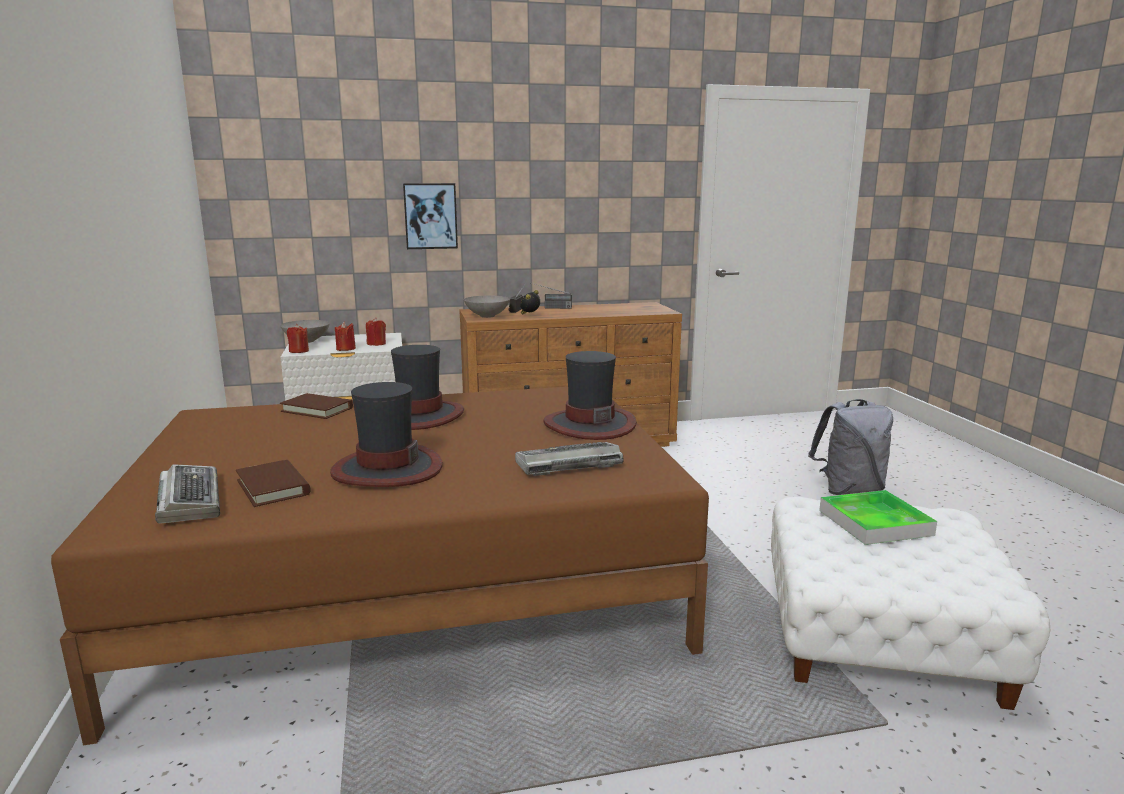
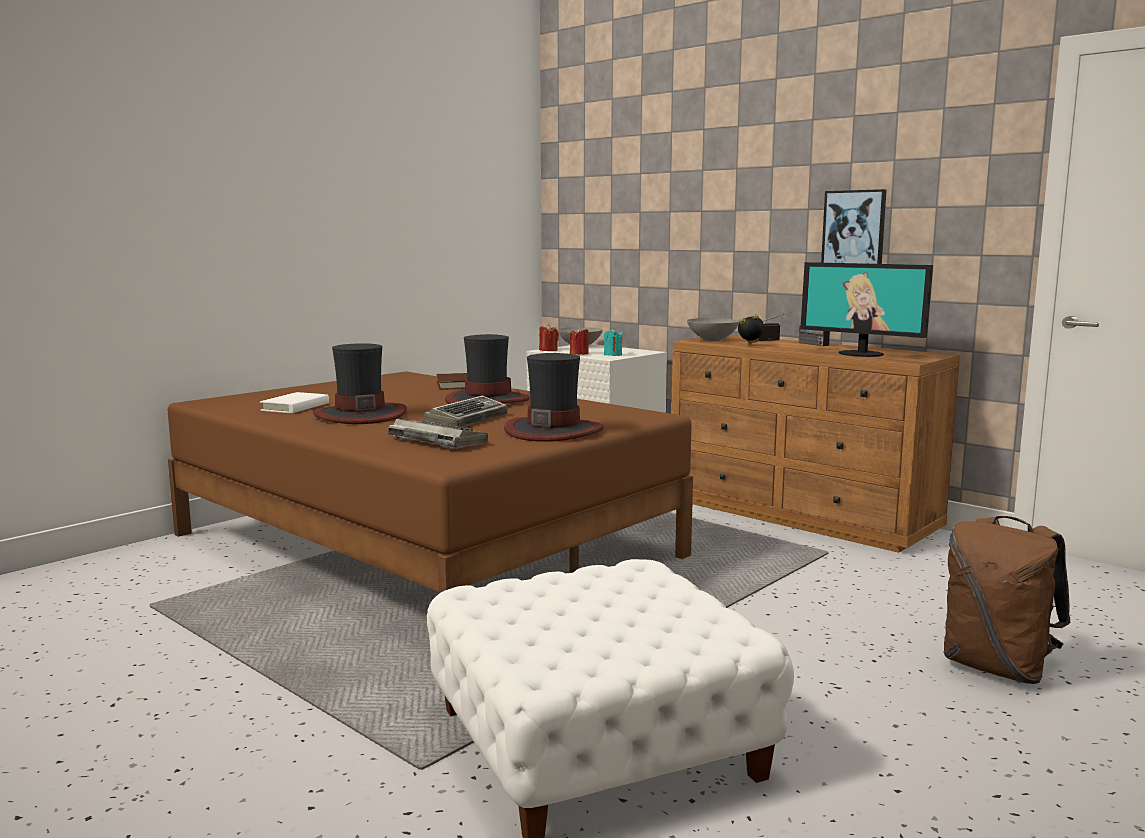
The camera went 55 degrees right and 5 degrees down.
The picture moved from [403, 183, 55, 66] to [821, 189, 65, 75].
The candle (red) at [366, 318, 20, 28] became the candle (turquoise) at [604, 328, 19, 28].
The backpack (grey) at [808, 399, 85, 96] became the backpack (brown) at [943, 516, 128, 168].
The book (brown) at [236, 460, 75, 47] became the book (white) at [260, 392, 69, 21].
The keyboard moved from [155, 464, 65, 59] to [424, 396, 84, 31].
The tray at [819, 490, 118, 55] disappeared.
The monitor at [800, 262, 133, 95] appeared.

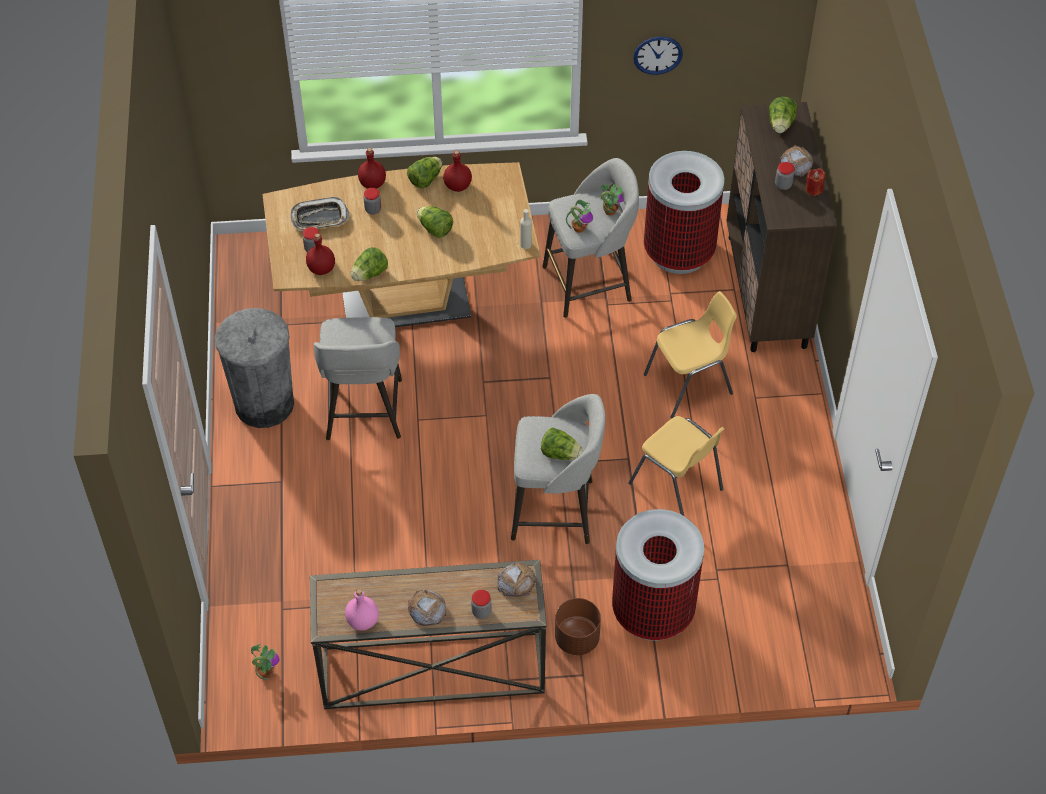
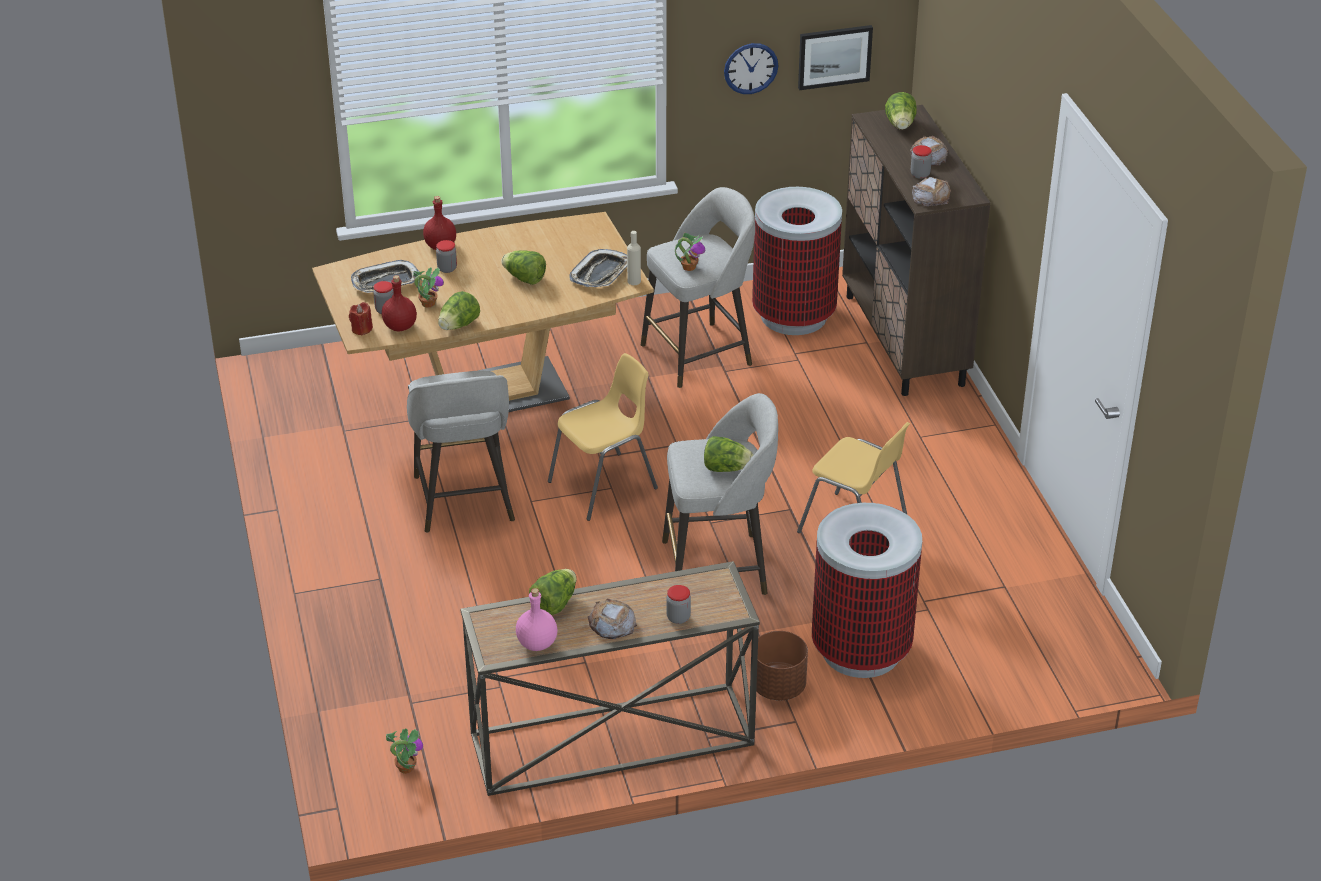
The camera went 10 degrees left and 15 degrees down.
The bottle (red) at [443, 150, 29, 42] disappeared.
The lettuce moved from [407, 157, 35, 31] to [529, 569, 48, 46].
The candle (red) moved from [806, 168, 19, 28] to [349, 302, 24, 33].
The potted plant moved from [601, 184, 23, 31] to [413, 267, 31, 40].
The chair (yellow) moved from [644, 291, 93, 128] to [548, 353, 110, 168].
The trash can (grey) at [215, 308, 79, 120] disappeared.
The bread moved from [498, 563, 39, 34] to [912, 177, 39, 29].
The picture at [798, 25, 75, 65] appeared.
The tray at [569, 249, 58, 38] appeared.

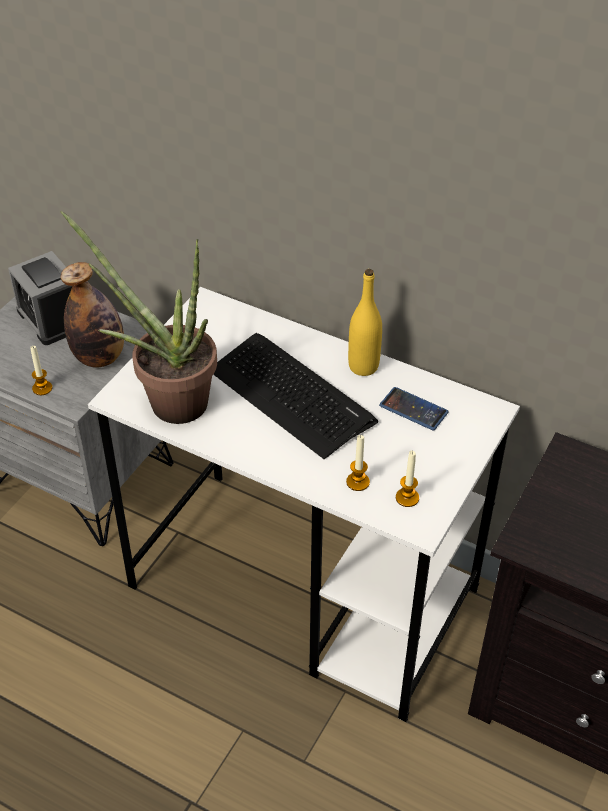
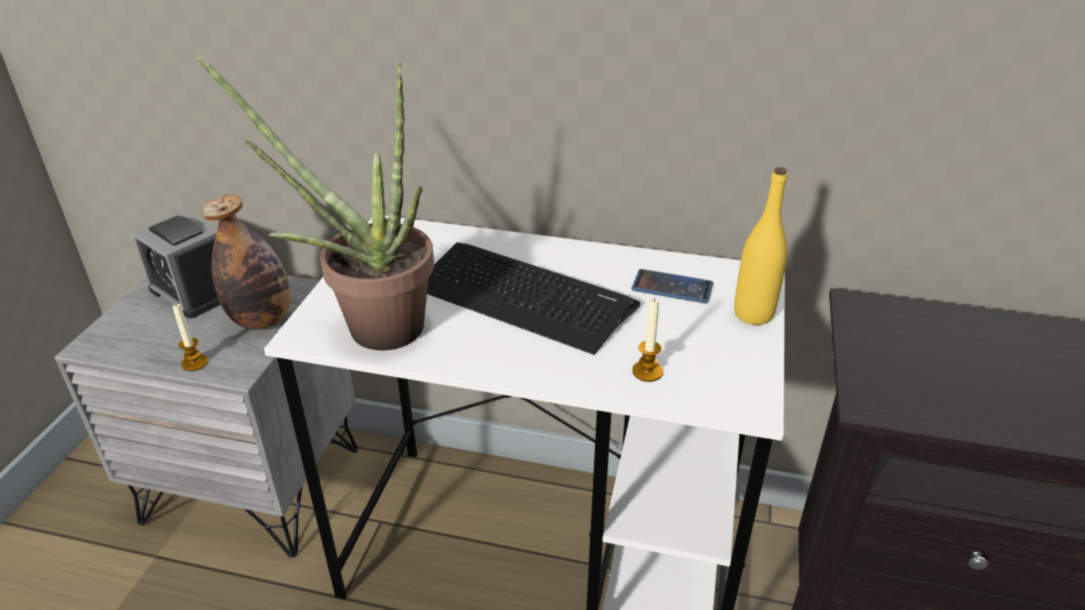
The camera went 15 degrees left and 10 degrees down.
The bottle (yellow) moved from [348, 269, 34, 107] to [734, 167, 54, 158].
The candle at [396, 450, 23, 57] disappeared.

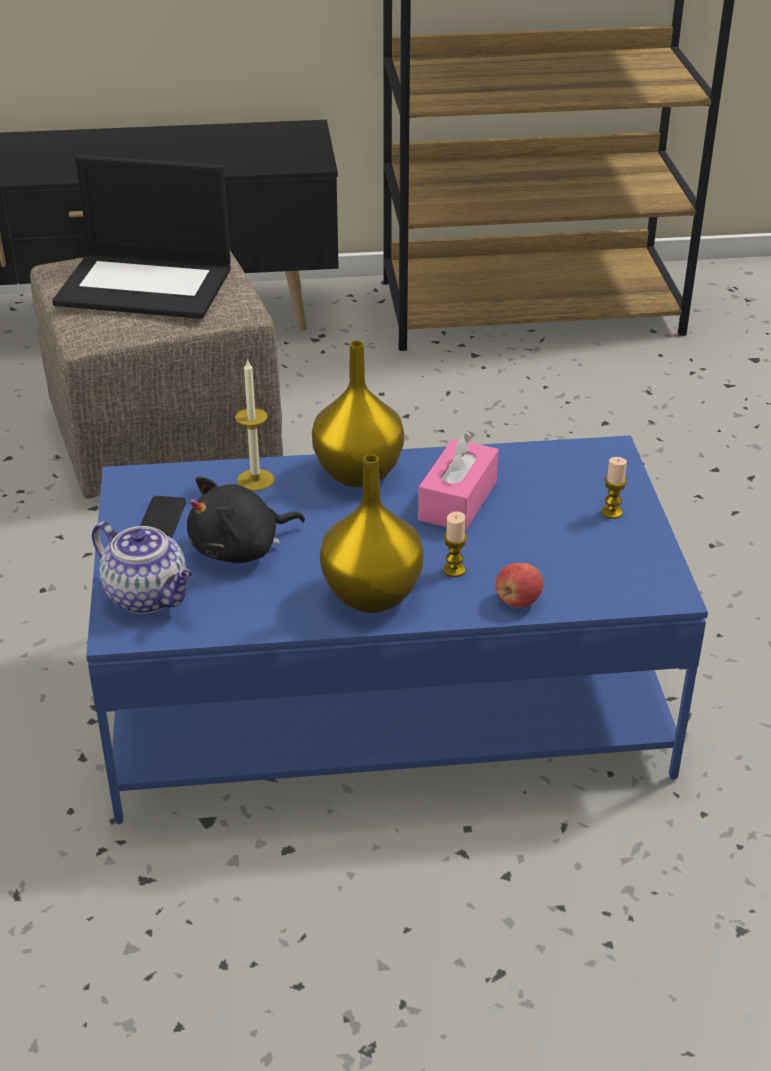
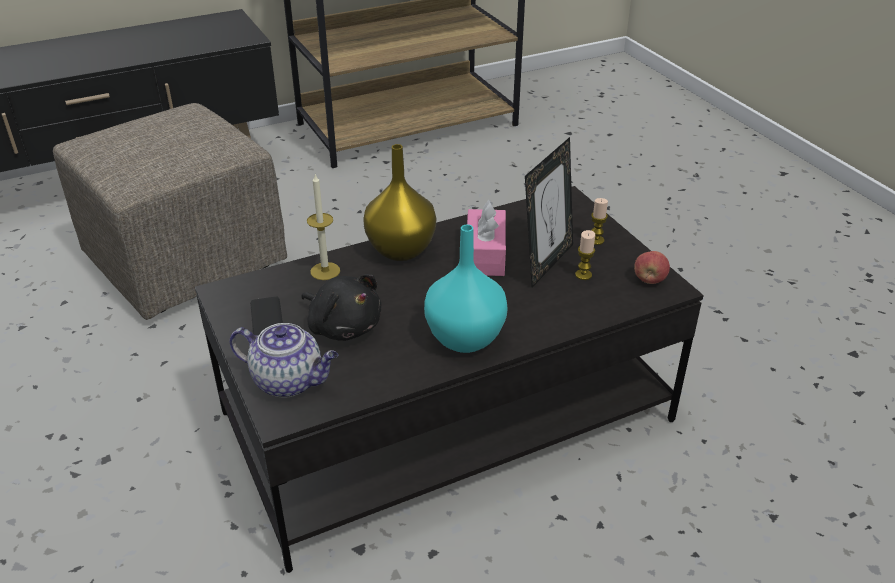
The camera went 20 degrees left and 0 degrees up.
The laptop at [52, 155, 179, 164] disappeared.
The coffee table (blue) at [86, 435, 622, 389] became the coffee table (black) at [195, 186, 509, 387].
The vase (yellow) at [320, 454, 104, 159] became the vase (turquoise) at [424, 225, 84, 128].
The plush toy (black) at [187, 477, 118, 86] turned 90 degrees counterclockwise.
The candle moved from [443, 511, 24, 66] to [575, 230, 20, 50].
The apple moved from [495, 563, 48, 45] to [634, 251, 36, 33].
The picture frame at [525, 137, 48, 150] appeared.

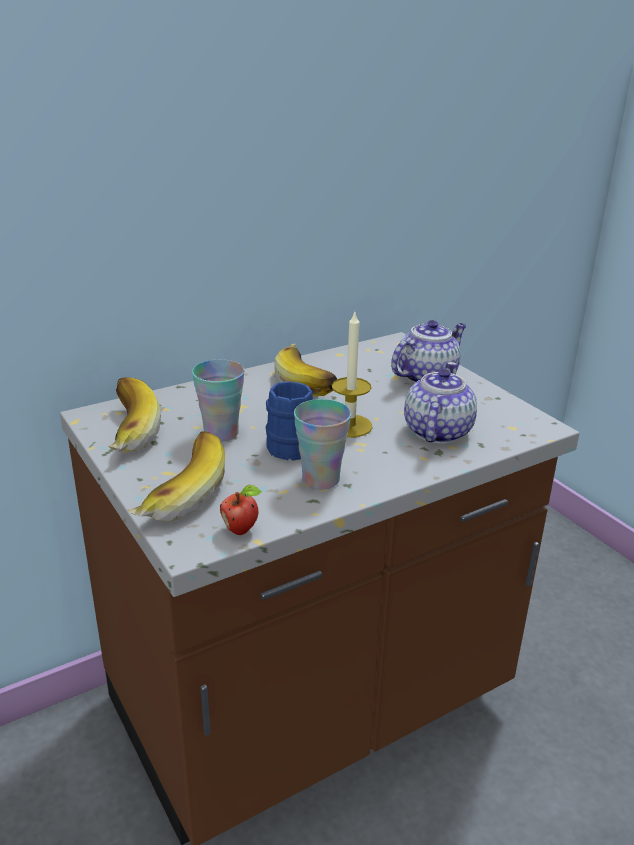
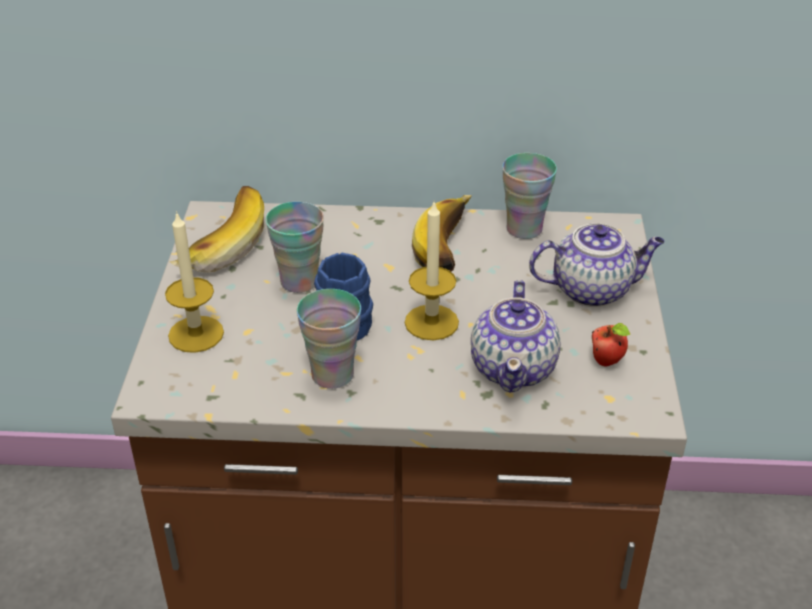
The camera went 35 degrees right and 10 degrees up.
The teapot at [404, 362, 73, 82] turned 135 degrees clockwise.
The banana at [127, 431, 98, 90] was replaced by the candle at [165, 211, 59, 142].
The apple moved from [220, 485, 42, 50] to [592, 323, 38, 43].
The cup at [502, 153, 55, 86] appeared.

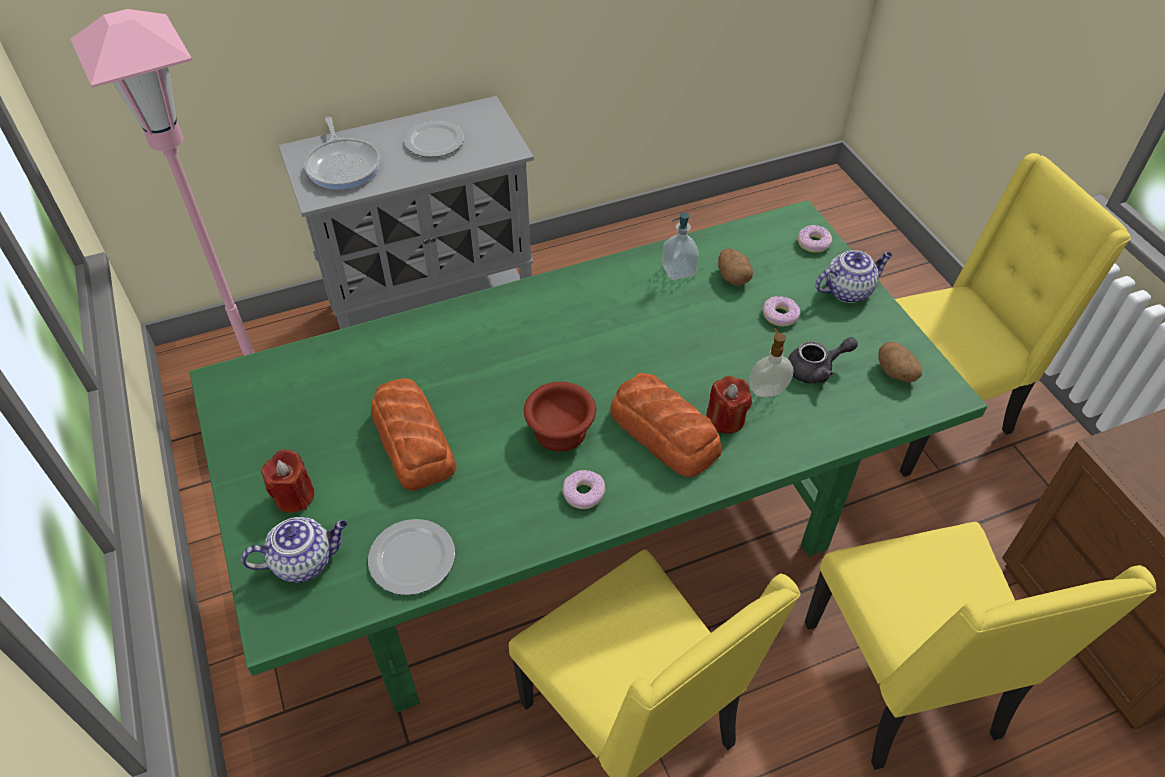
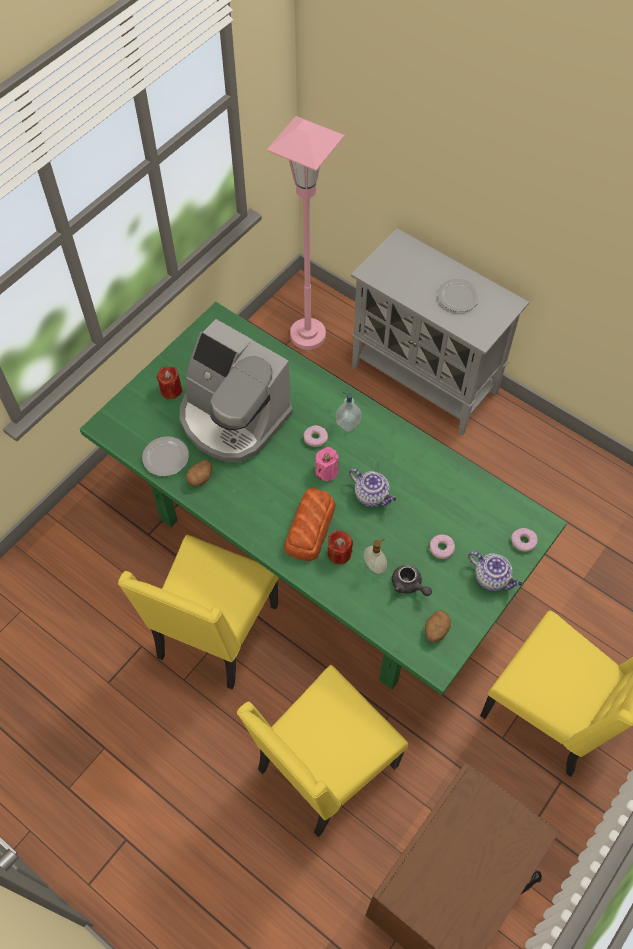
The camera went 60 degrees right and 10 degrees up.
The frying pan at [304, 117, 76, 73] disappeared.
The soap dispenser moved from [662, 212, 37, 68] to [336, 392, 25, 40].
The potato moved from [718, 248, 36, 38] to [186, 460, 26, 26].
The bread at [371, 378, 86, 113] was replaced by the coffee machine at [180, 319, 112, 143].
The bowl (brown) at [524, 382, 72, 70] disappeared.
The donut moved from [562, 470, 44, 39] to [303, 425, 25, 22].
The teapot moved from [241, 517, 106, 66] to [349, 468, 48, 39].
The candle (pink) at [315, 447, 24, 34] appeared.

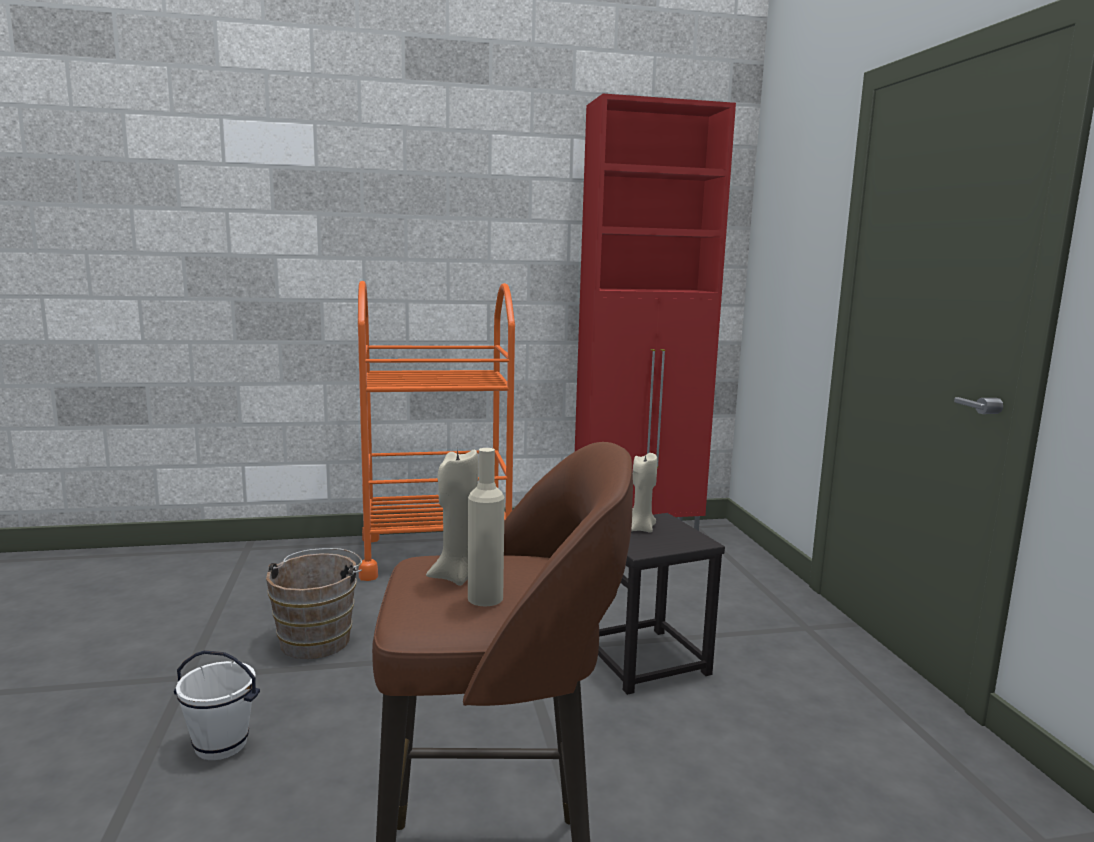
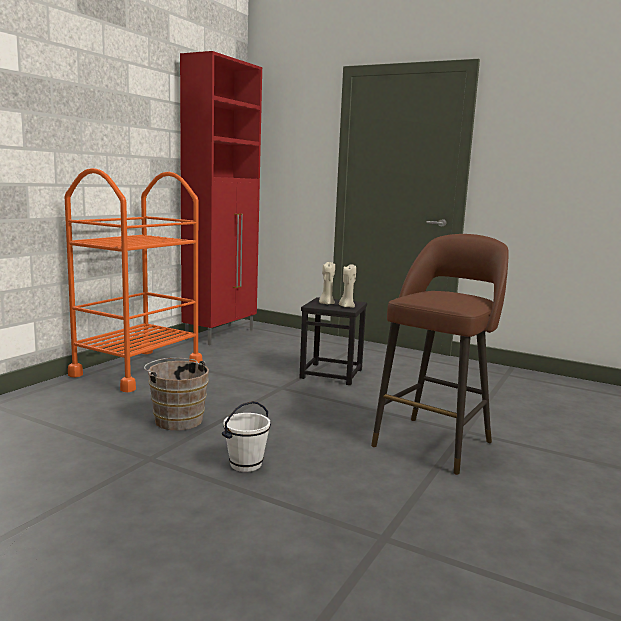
The camera went 50 degrees left and 0 degrees up.
The candle (beige) moved from [426, 448, 53, 138] to [339, 264, 17, 44].
The bottle (beige) at [468, 448, 37, 158] disappeared.

